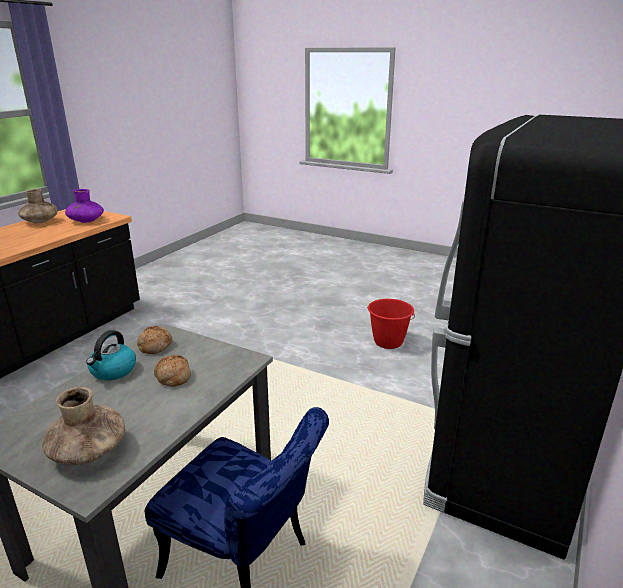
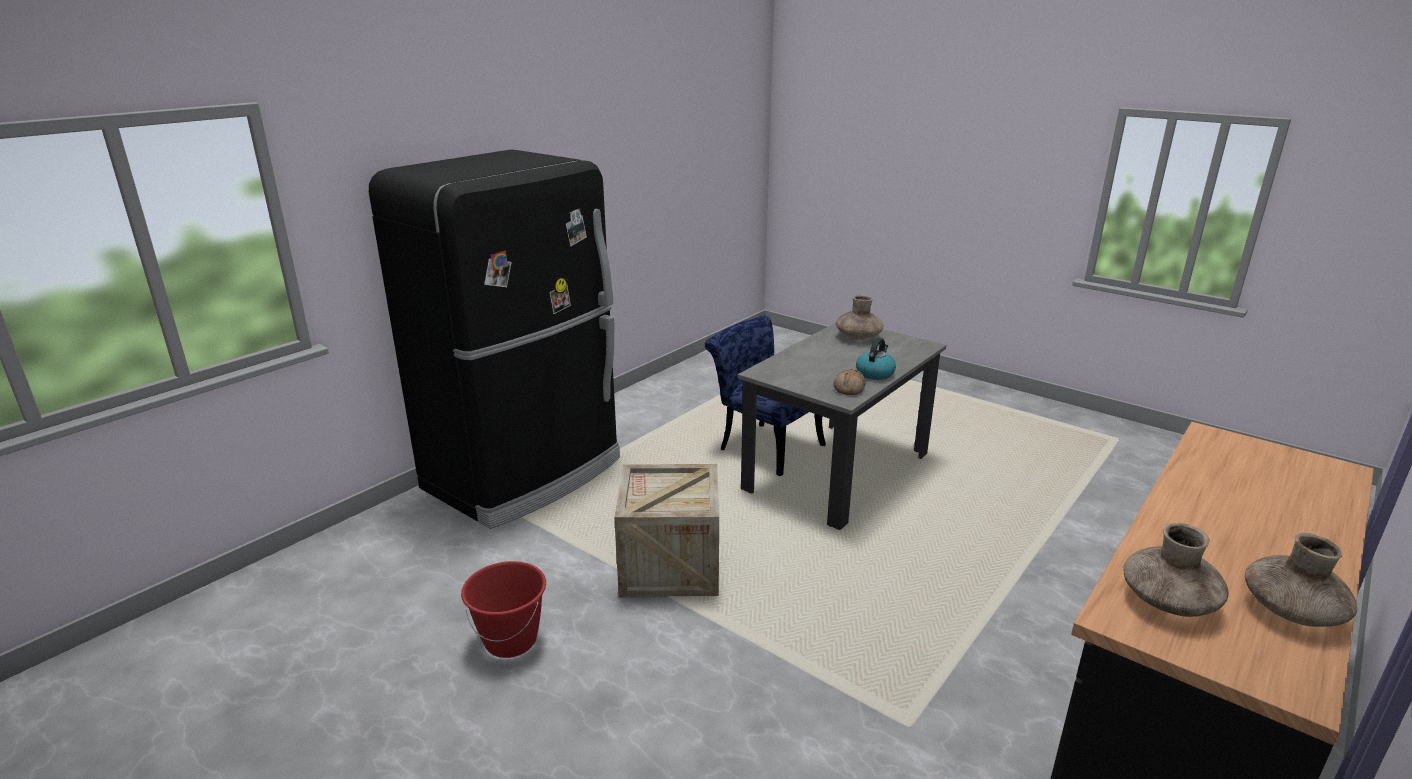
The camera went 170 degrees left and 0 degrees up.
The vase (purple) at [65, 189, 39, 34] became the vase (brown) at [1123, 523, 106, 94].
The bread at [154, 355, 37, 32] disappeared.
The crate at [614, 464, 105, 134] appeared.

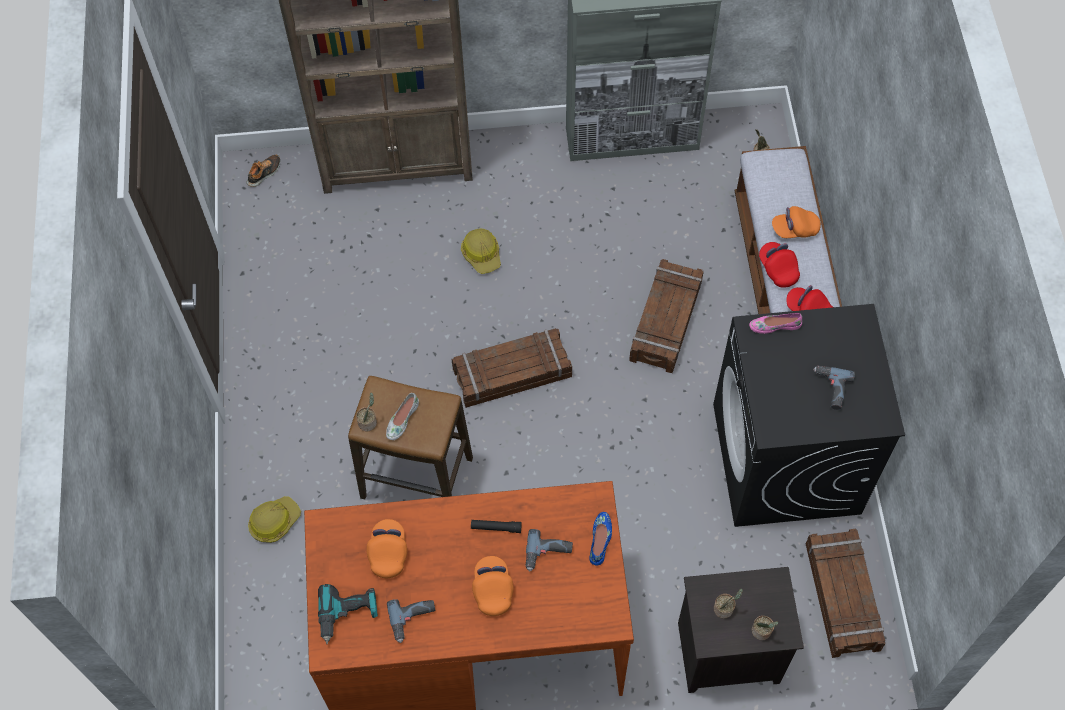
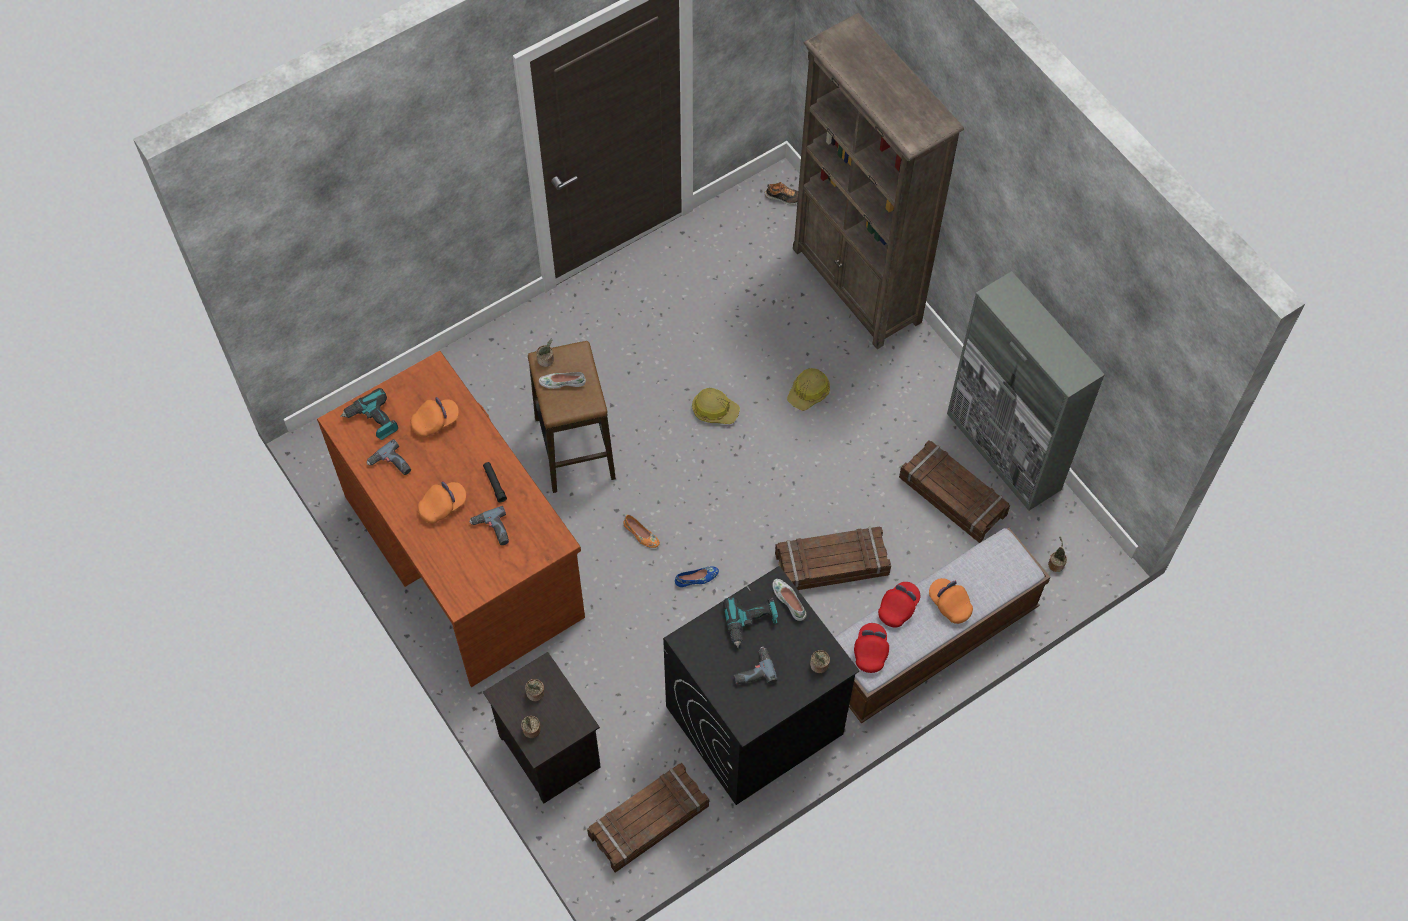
The camera went 60 degrees right and 0 degrees up.
The shoe (pink) at [749, 313, 53, 21] became the shoe (white) at [772, 579, 34, 42].
The crate moved from [451, 328, 121, 80] to [899, 441, 111, 102].
The hard hat moved from [248, 496, 53, 47] to [692, 388, 48, 36].
The shoe (blue) moved from [589, 512, 23, 53] to [675, 566, 44, 21].
The shoe (orange) at [623, 515, 37, 33] appeared.
The power drill at [723, 597, 55, 51] appeared.
The potted plant at [810, 650, 20, 23] appeared.

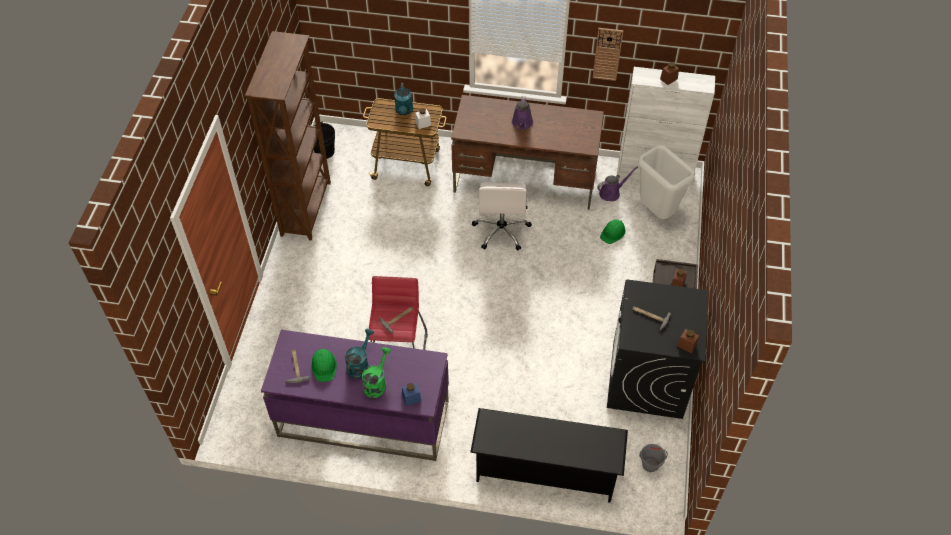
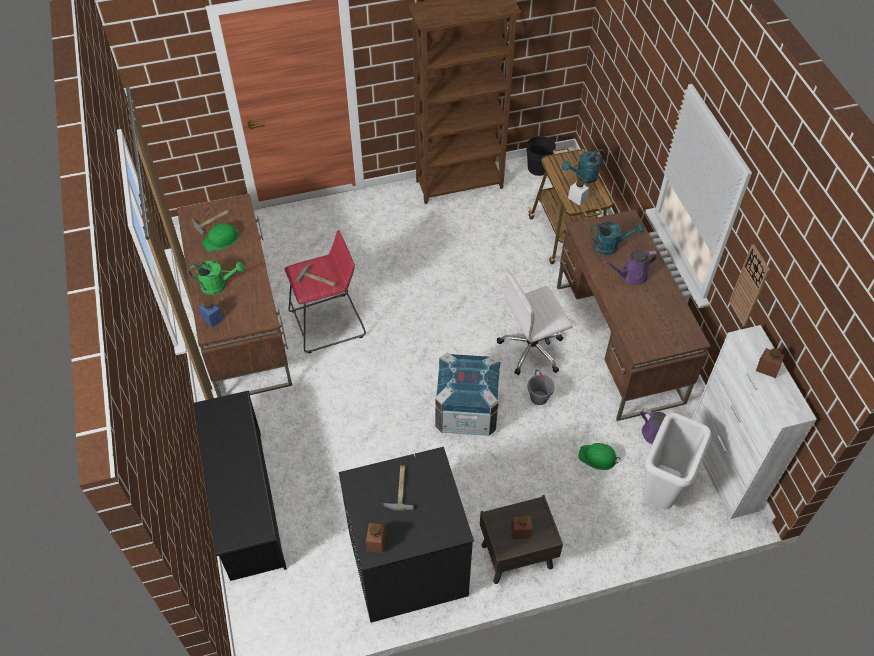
The camera went 65 degrees right and 0 degrees up.
The desk (purple) at [261, 329, 188, 132] became the desk (brown) at [177, 194, 115, 203].
The watering can (turquoise) moved from [345, 329, 29, 49] to [590, 222, 54, 33].
The bucket (grey) moved from [639, 444, 29, 28] to [527, 370, 28, 35].
The crate at [435, 353, 65, 83] appeared.

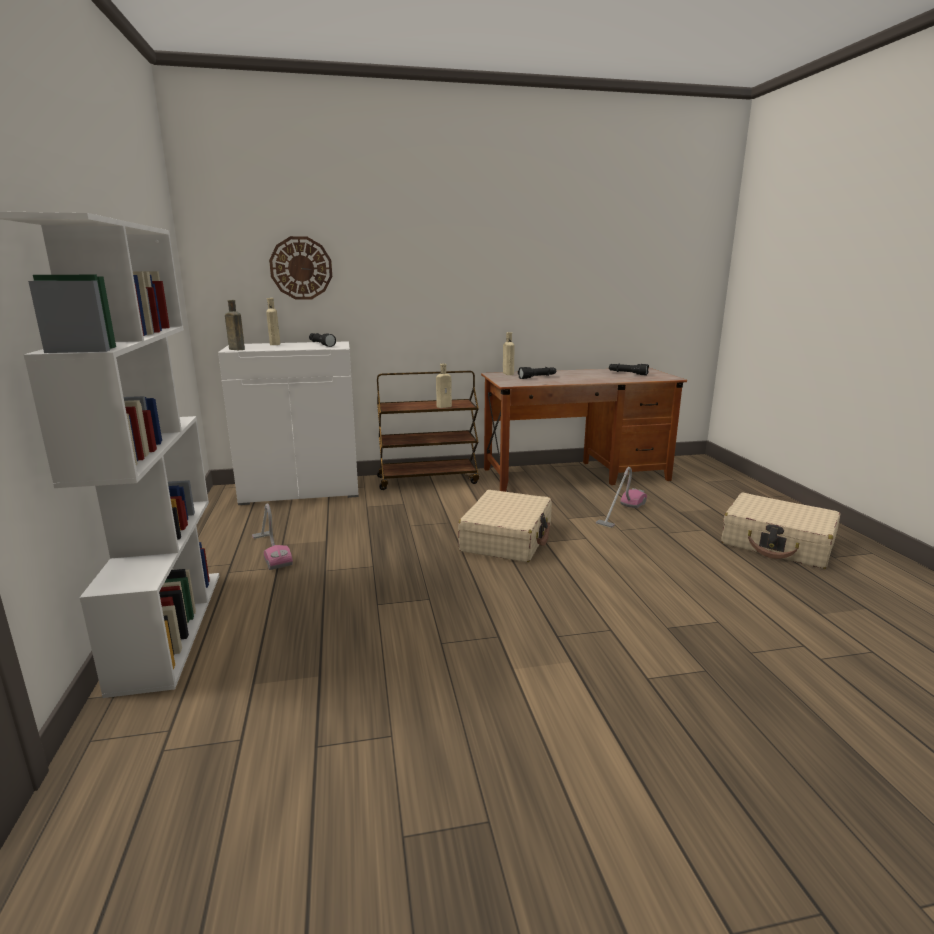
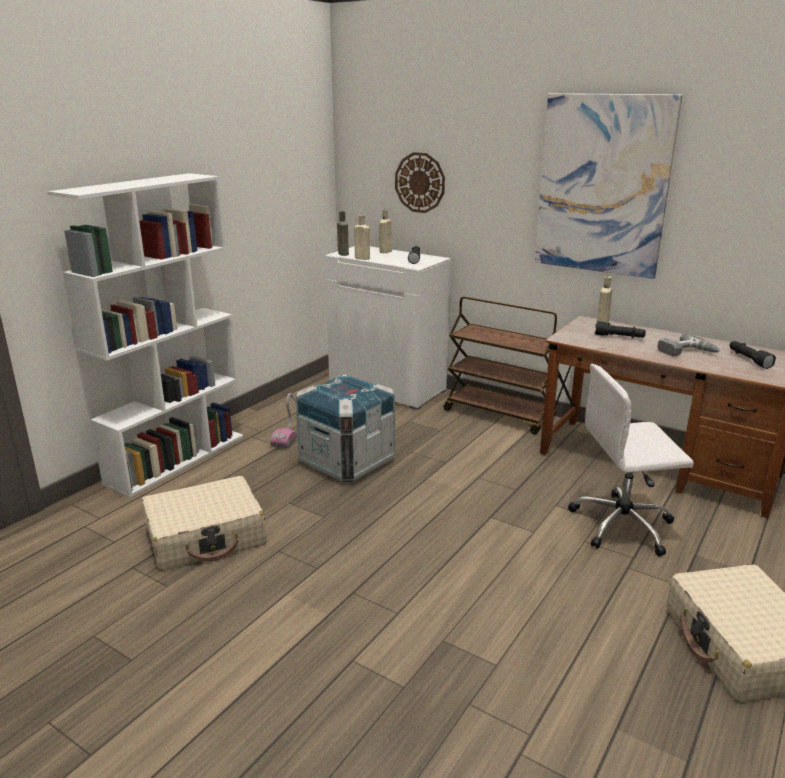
The camera went 45 degrees right and 5 degrees up.
The bottle (beige) moved from [436, 364, 16, 44] to [354, 214, 16, 46].
The vacuum cleaner at [596, 467, 51, 61] was replaced by the office chair (white) at [568, 364, 126, 193].
The suitcase (beige) moved from [458, 490, 94, 72] to [142, 476, 125, 94].
The picture at [535, 93, 148, 186] appeared.
The power drill at [657, 334, 63, 22] appeared.
The crate at [296, 375, 99, 107] appeared.

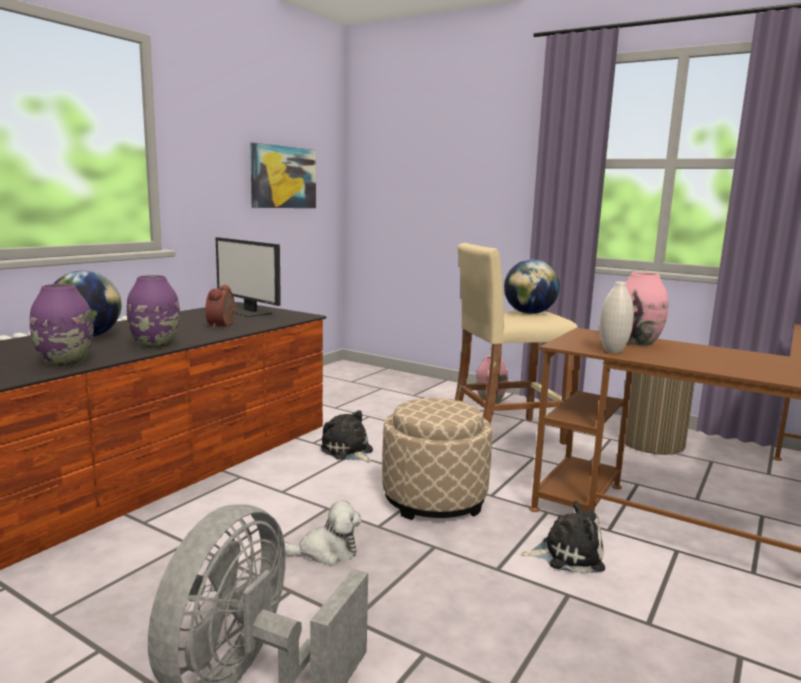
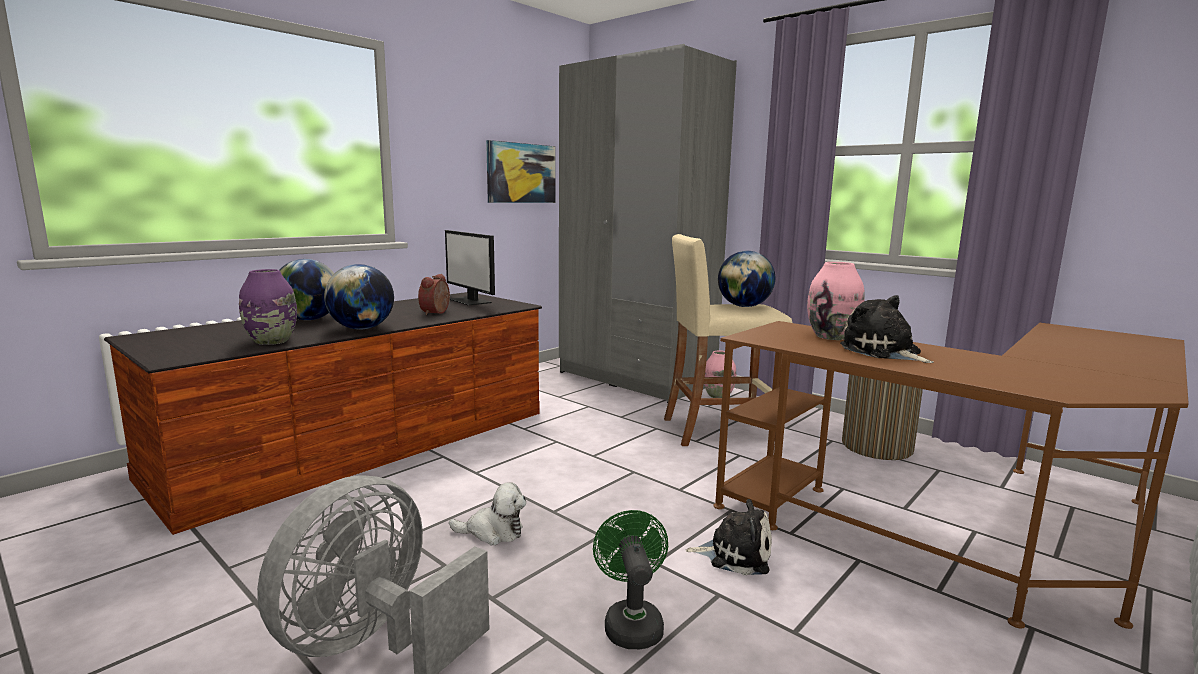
The camera went 10 degrees right and 0 degrees up.
The vase (purple) at [127, 275, 53, 74] was replaced by the globe at [324, 264, 70, 66].
The vase (white) at [599, 281, 35, 72] disappeared.
The ottoman (beige) at [382, 398, 110, 122] disappeared.
The plush toy moved from [321, 410, 52, 52] to [840, 295, 94, 68].
The wardrobe (grey) at [559, 44, 178, 359] appeared.
The fan (green) at [593, 510, 75, 139] appeared.

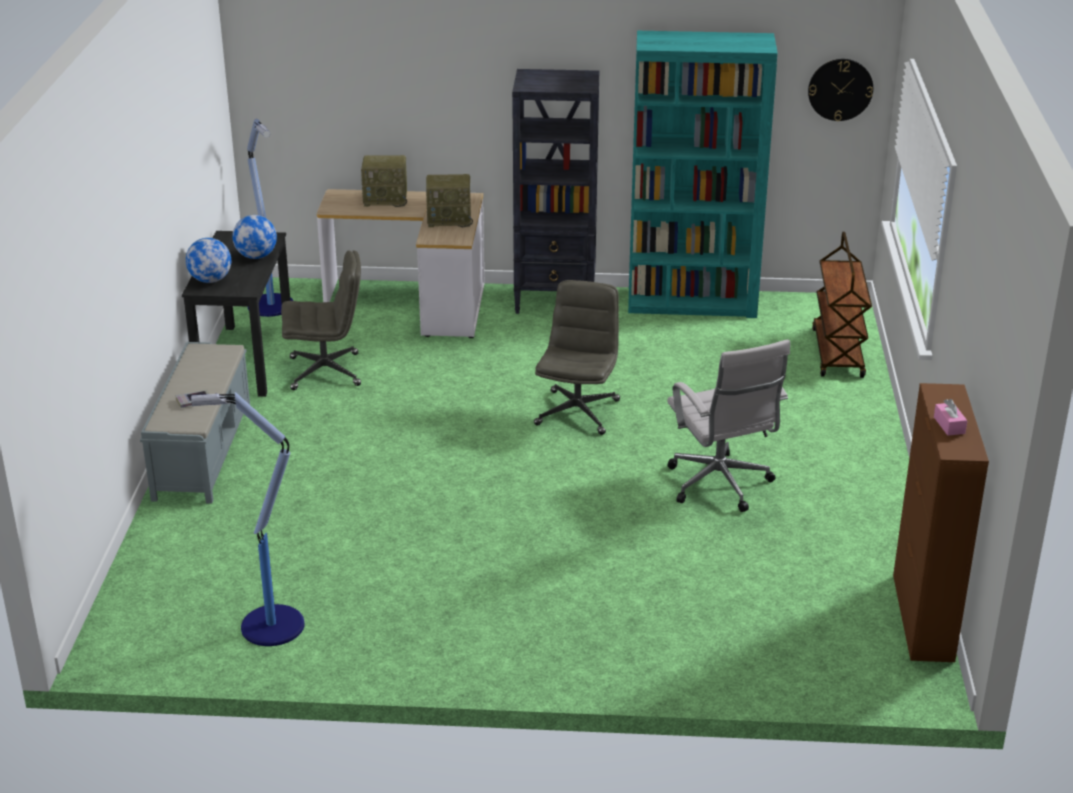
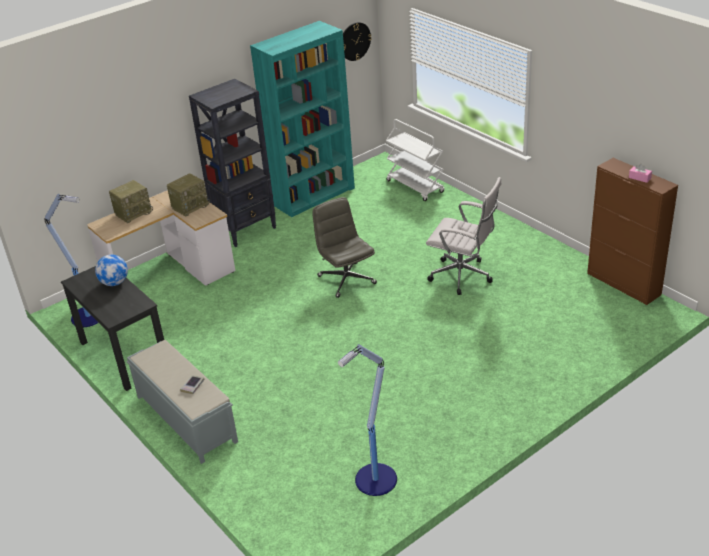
The camera went 40 degrees left and 5 degrees up.
The cart (brown) at [812, 232, 60, 146] became the cart (white) at [386, 119, 58, 82].
The globe at [186, 238, 45, 45] disappeared.
The office chair (grey) at [281, 250, 80, 140] disappeared.

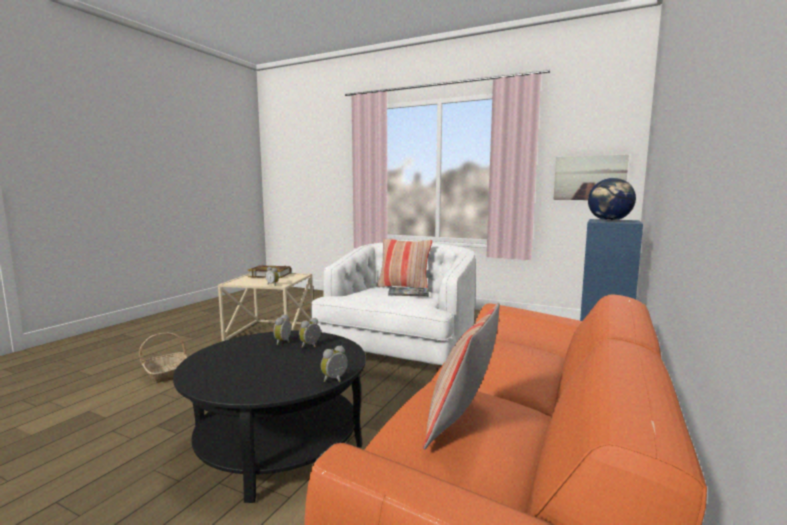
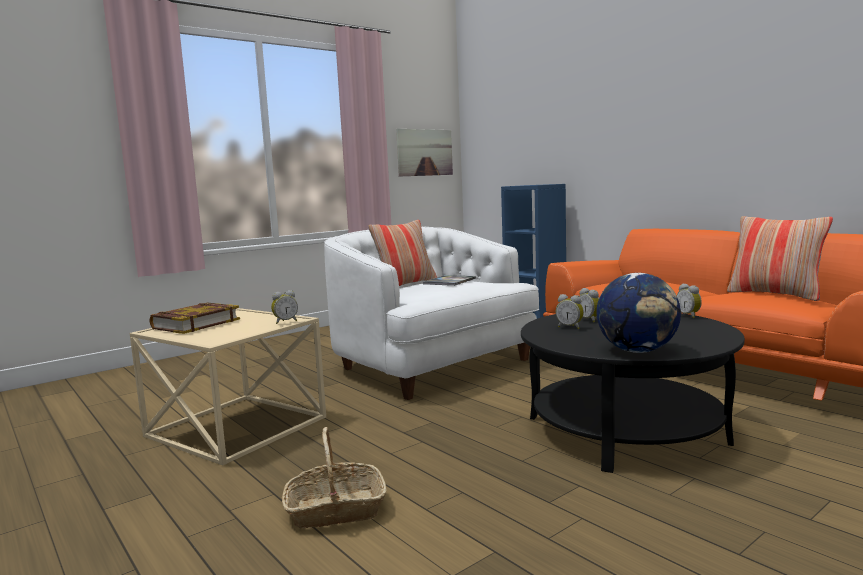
The camera went 65 degrees left and 0 degrees up.
The globe moved from [588, 178, 48, 43] to [596, 273, 85, 80].

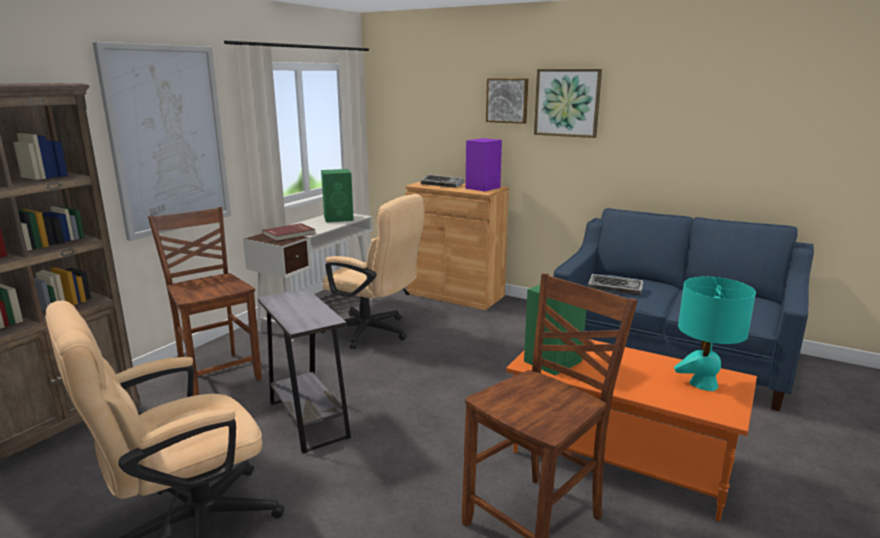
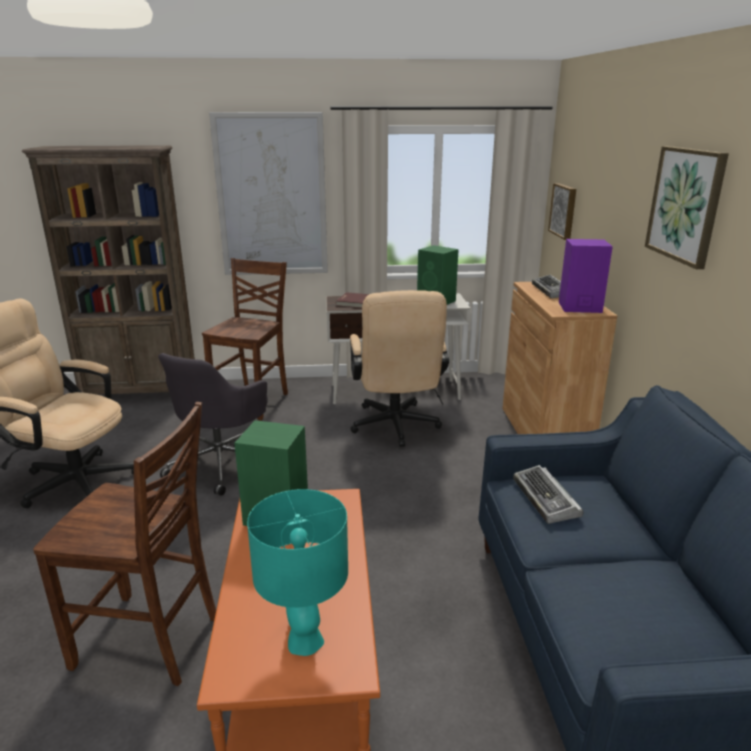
The camera went 55 degrees right and 5 degrees up.
The picture moved from [486, 78, 42, 46] to [548, 183, 28, 57].
The side table (grey) at [258, 288, 93, 166] was replaced by the office chair (grey) at [158, 353, 110, 143].

